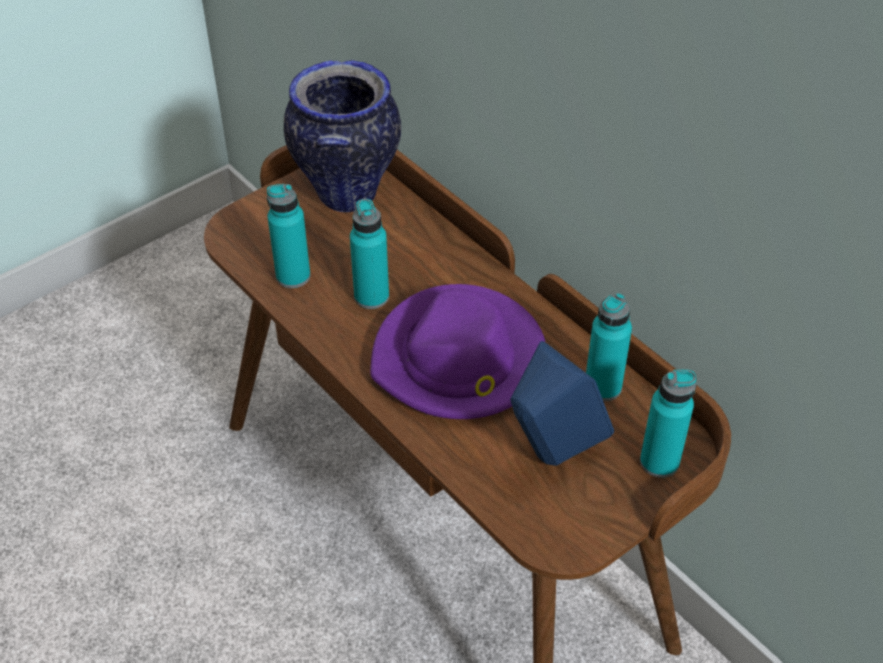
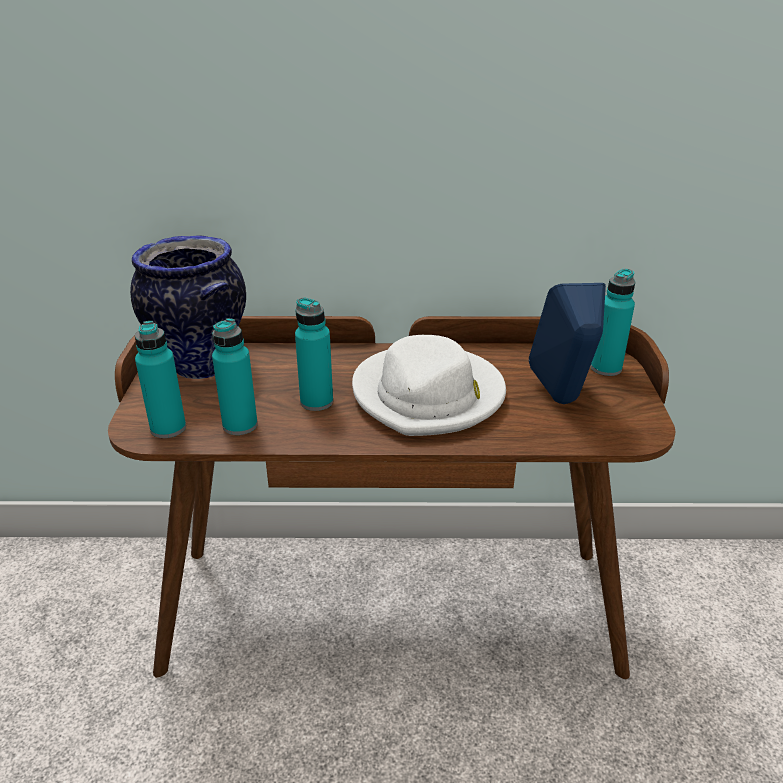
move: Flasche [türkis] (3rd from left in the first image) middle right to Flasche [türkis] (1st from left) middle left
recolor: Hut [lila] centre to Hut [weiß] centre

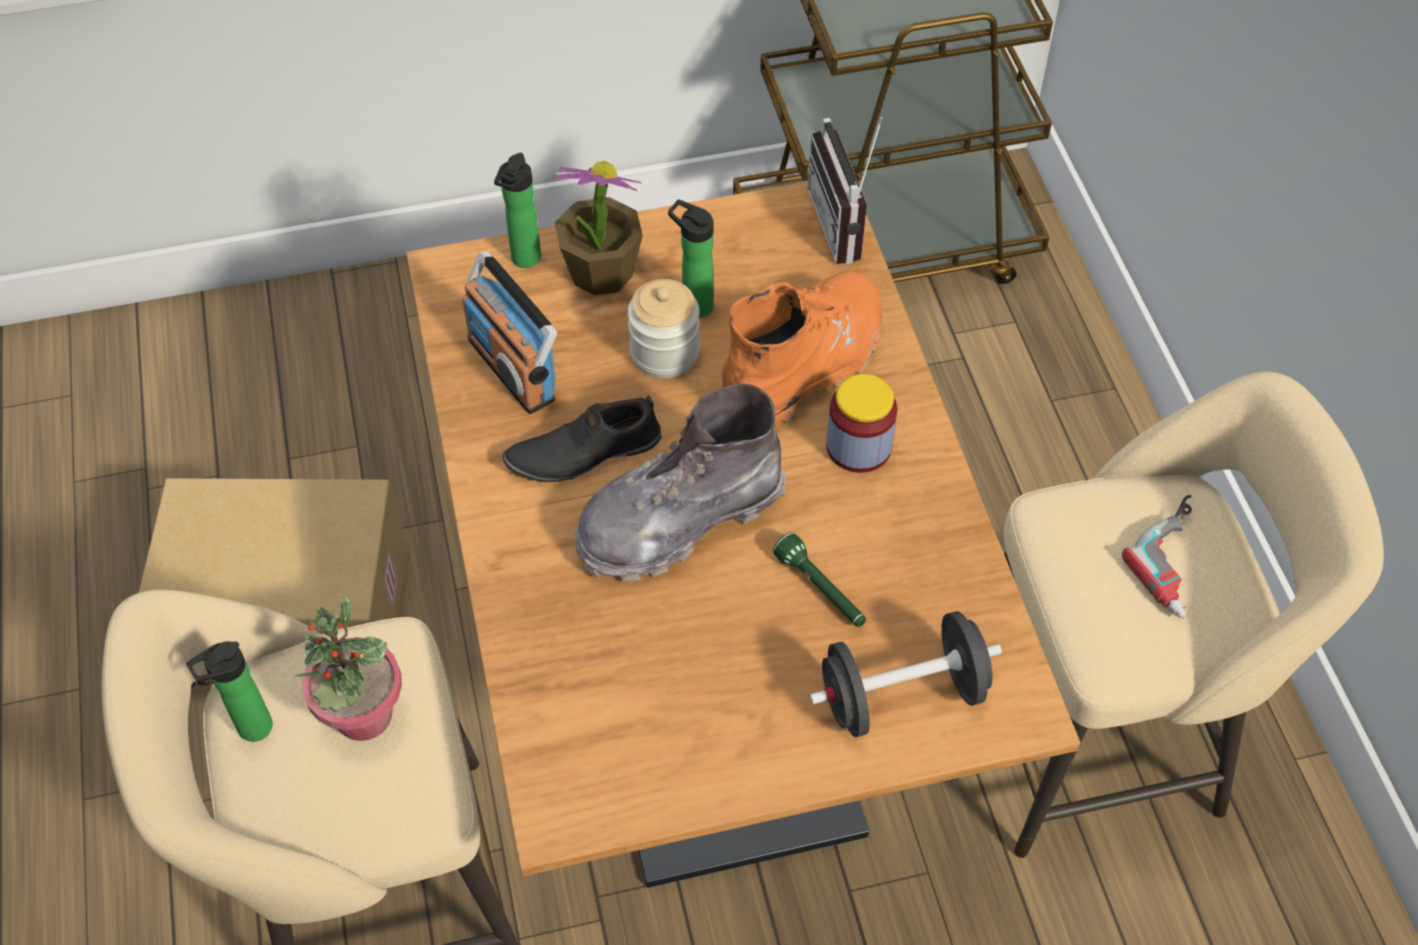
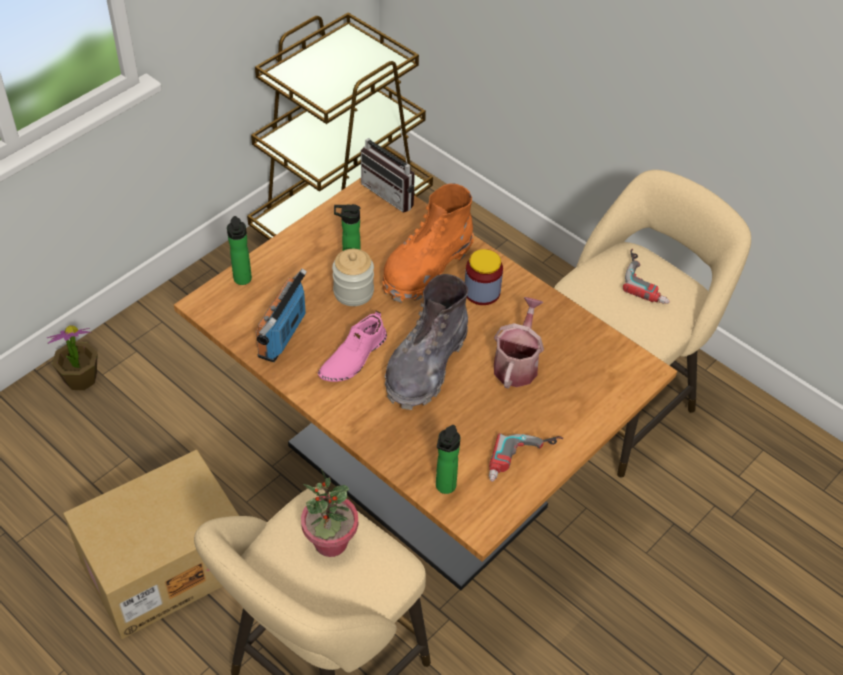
delete: Hantel [schwarz] bottom centre
insert: Bohrmaschine (1st from left) bottom centre
move: Topfpflanze (2nd from left in the first image) top centre to Topfpflanze (1st from left) middle left; Flasche (1st from left in the first image) bottom left to Flasche (3rd from left) bottom centre
replace: Taschenlampe [grün] centre to Gießkanne centre
recolor: Schuh [schwarz] centre to Schuh [rosa] centre
rotate: Radio (1st from left) centre = centre 90 degrees clockwise; Stiefel [orange] centre = centre 150 degrees counterclockwise

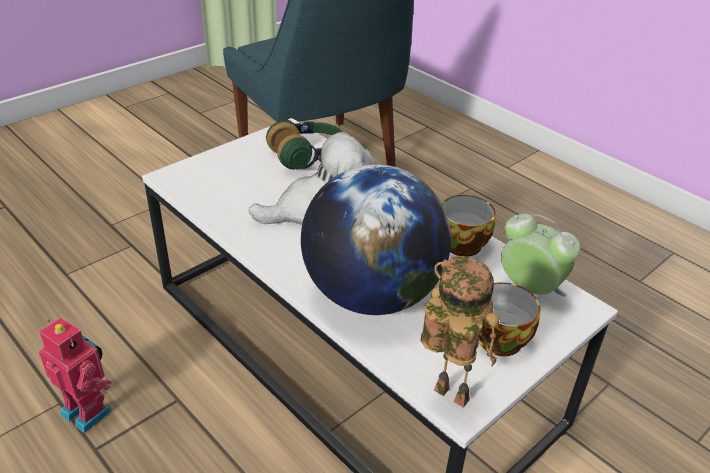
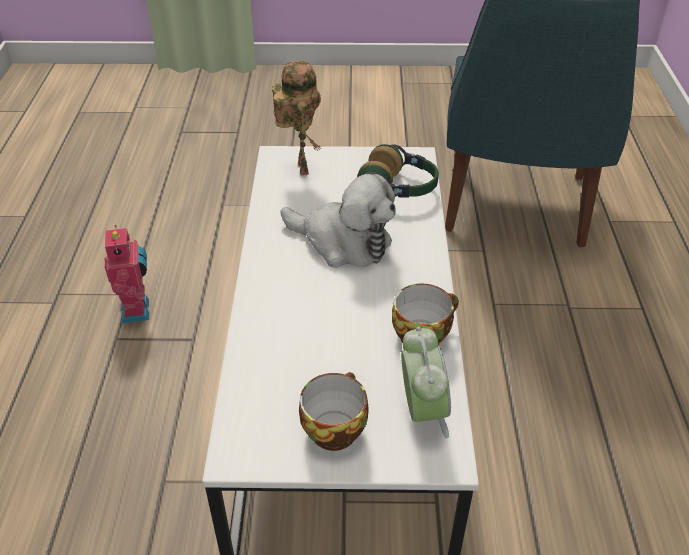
delete: Globus centre
move: Spielzeugroboter (2nd from left) bottom centre to top centre

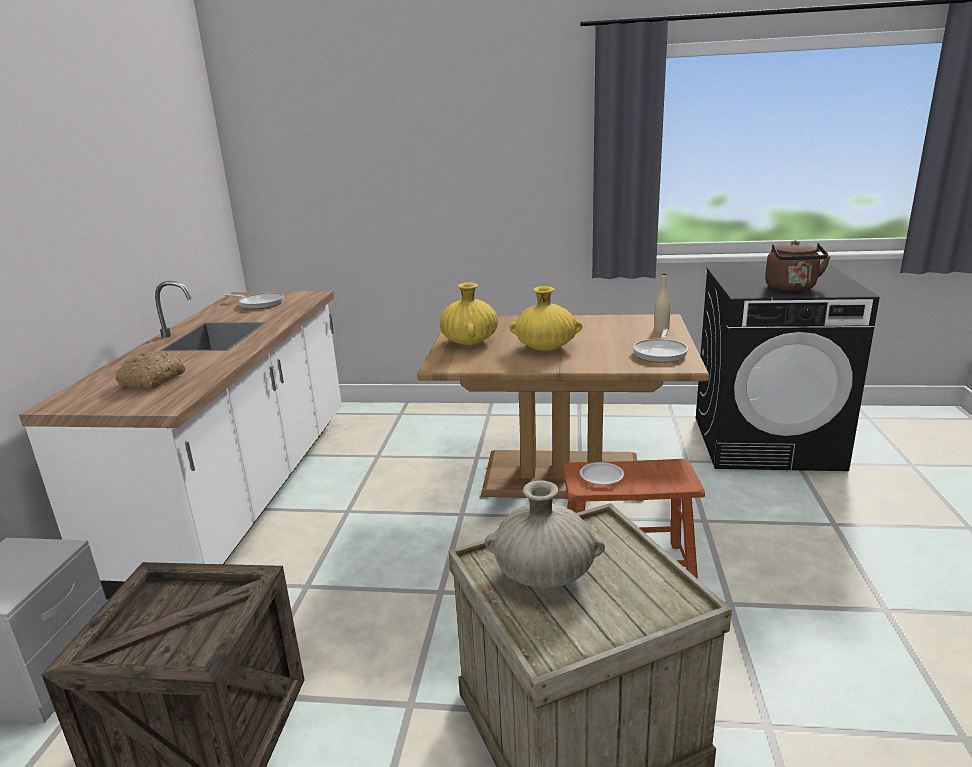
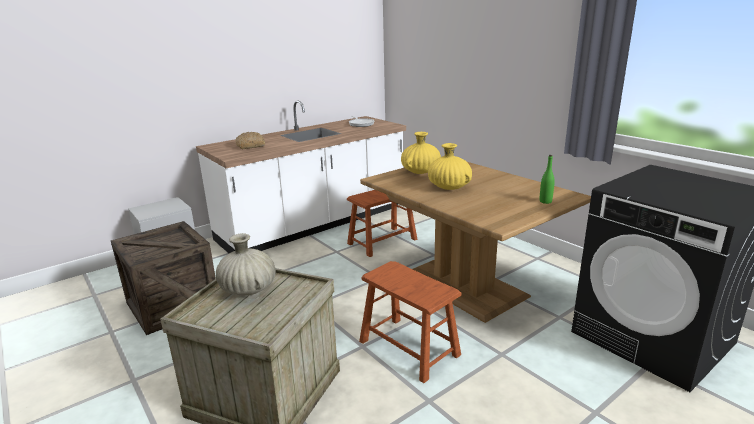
delete: Teller [weiß] centre; Pfanne (2nd from left) middle right; Wasserkessel [braun] middle right
insert: Hocker [braun] (1st from left) centre
recolor: Flasche [beige] middle right to Flasche [grün] middle right

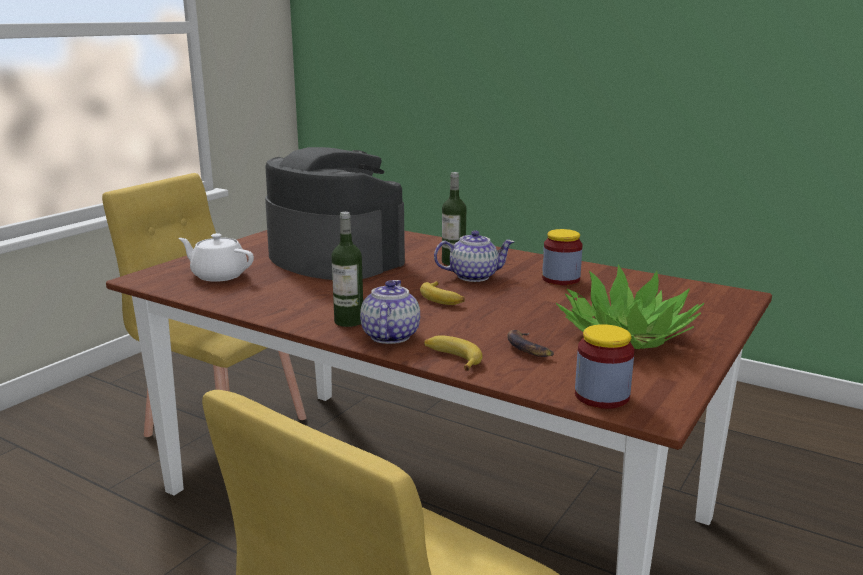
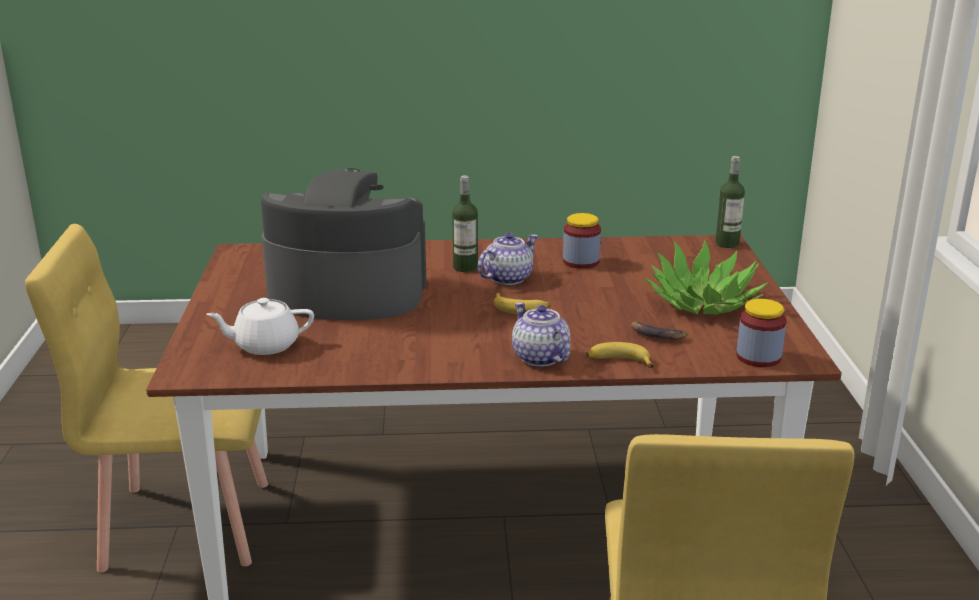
move: Flasche (1st from left in the first image) centre to Flasche (2nd from left) middle right

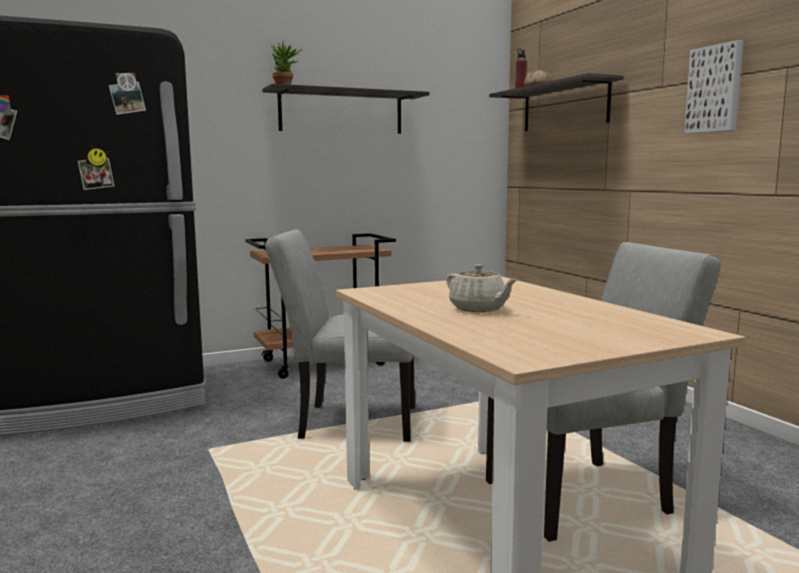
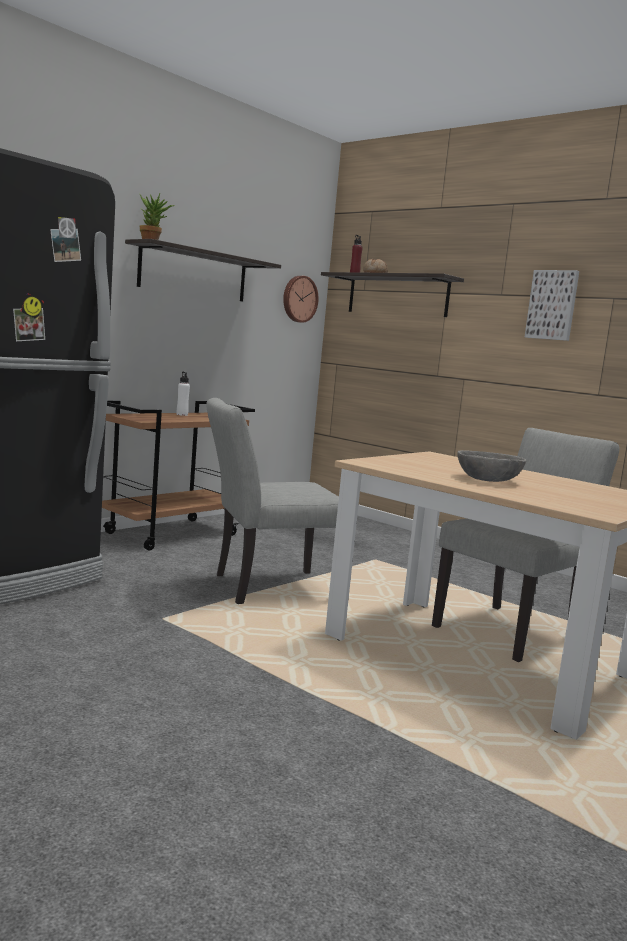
insert: Flasche [weiß] middle left; Wanduhr top centre
replace: Teekanne [beige] centre to Schüssel [grau] middle right

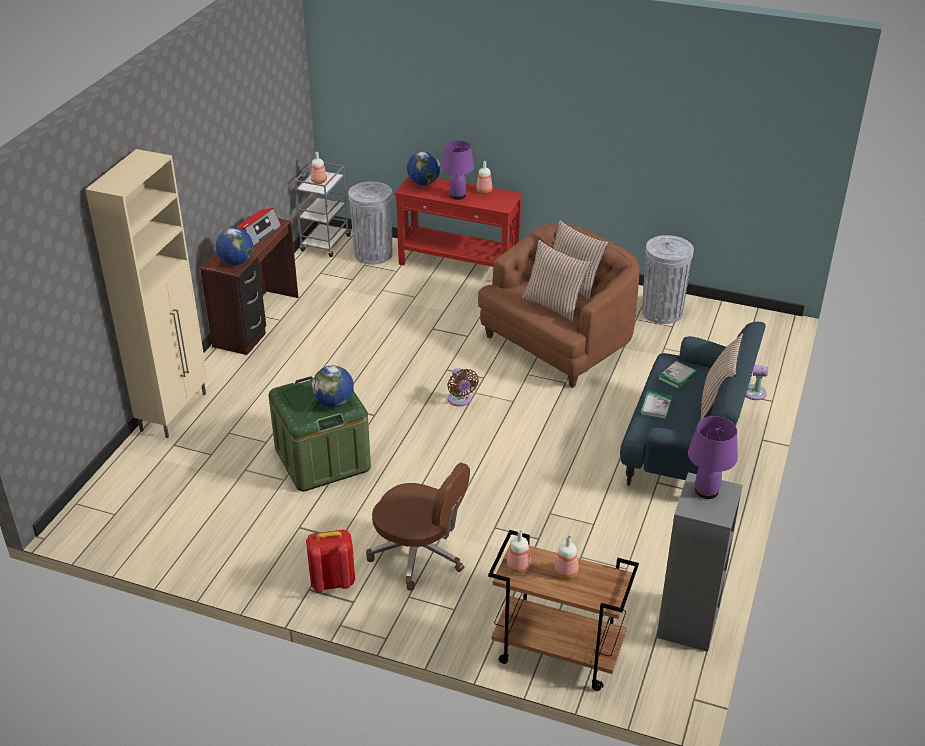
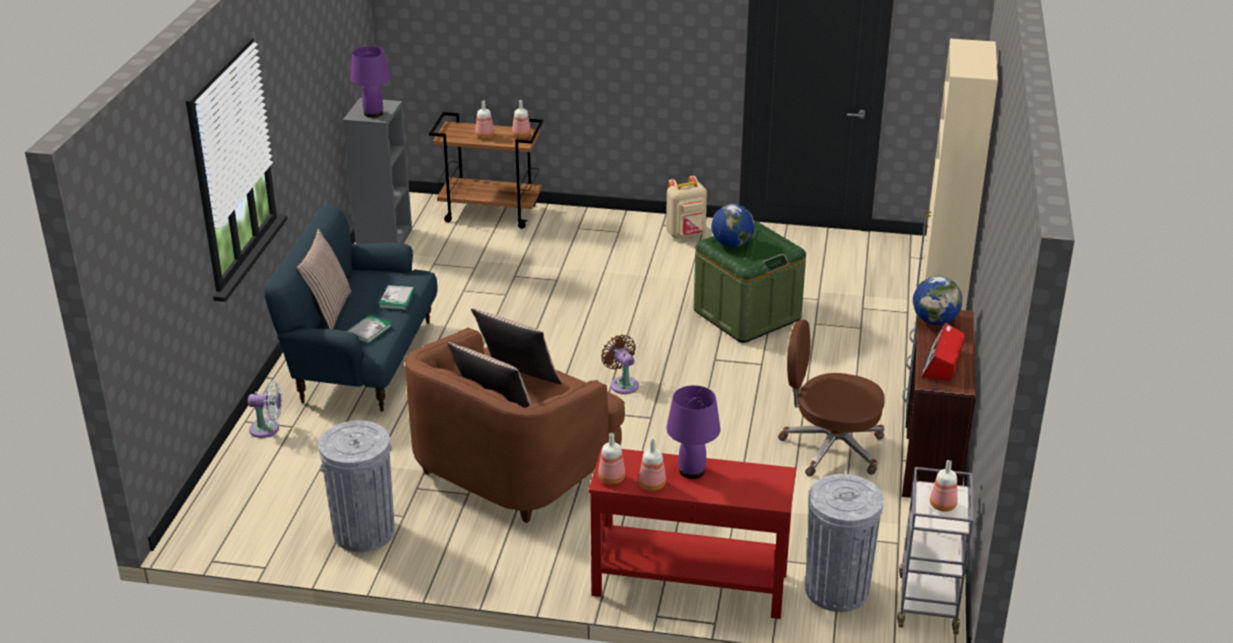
delete: Globus (3rd from left) top centre
insert: Flasche (3rd from left) bottom centre
move: Bürostuhl [braun] bottom centre to middle right
recolor: Rucksack [rot] bottom centre to Rucksack [beige] top centre

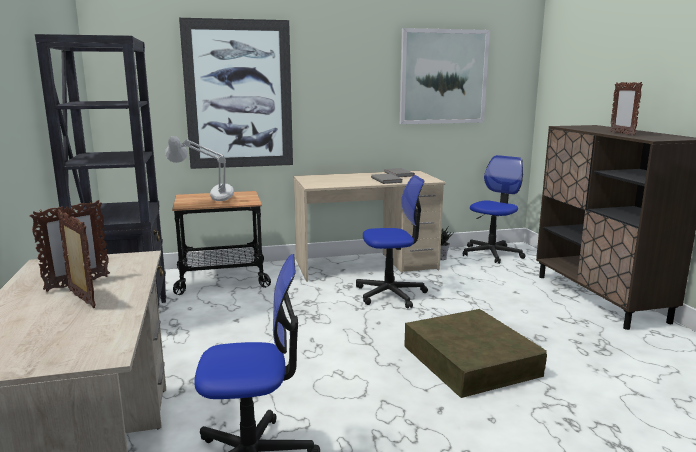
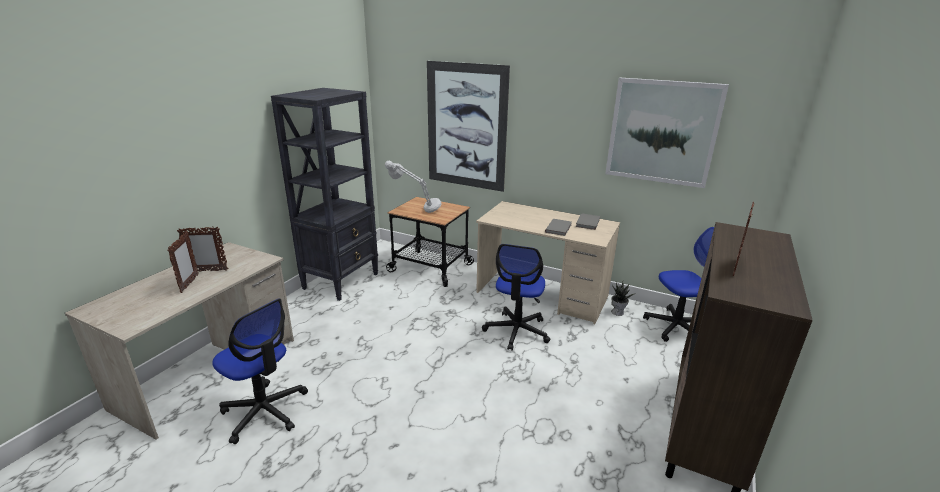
delete: Aufbewahrungsbox [braun] bottom right
rotate: Bürostuhl (2nd from left) centre = centre 75 degrees clockwise

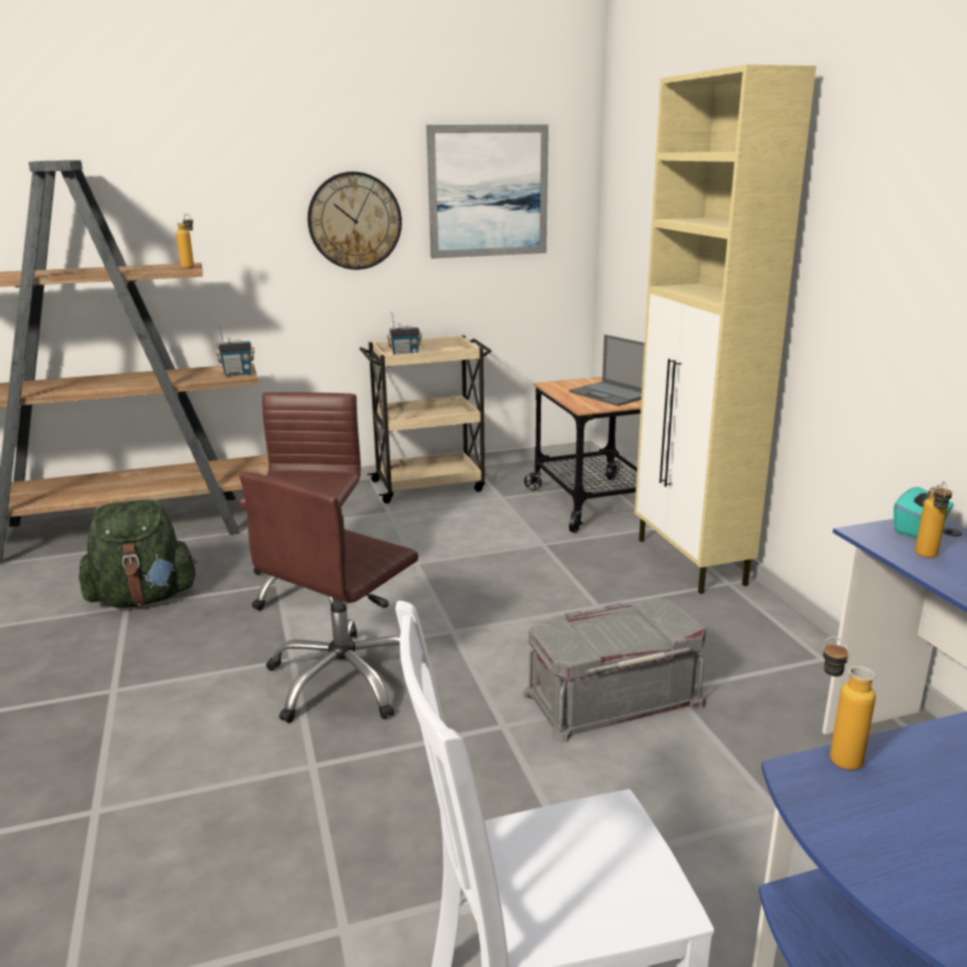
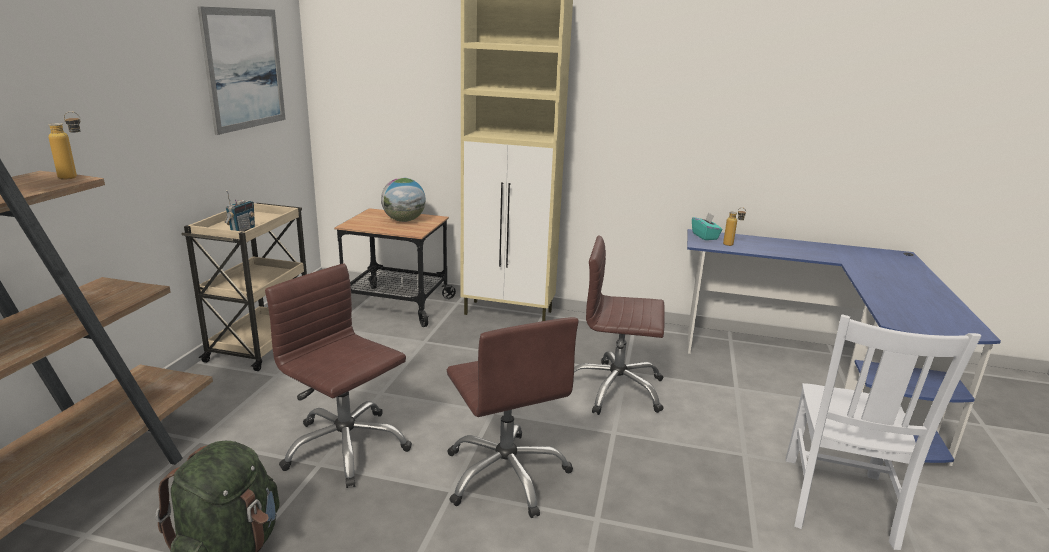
delete: Radio (1st from left) middle left; Wanduhr top centre; Flasche (2nd from left) bottom right
replace: Laptop centre to Globus centre; Aufbewahrungsbox [grau] bottom centre to Bürostuhl [braun] (3rd from left) centre

